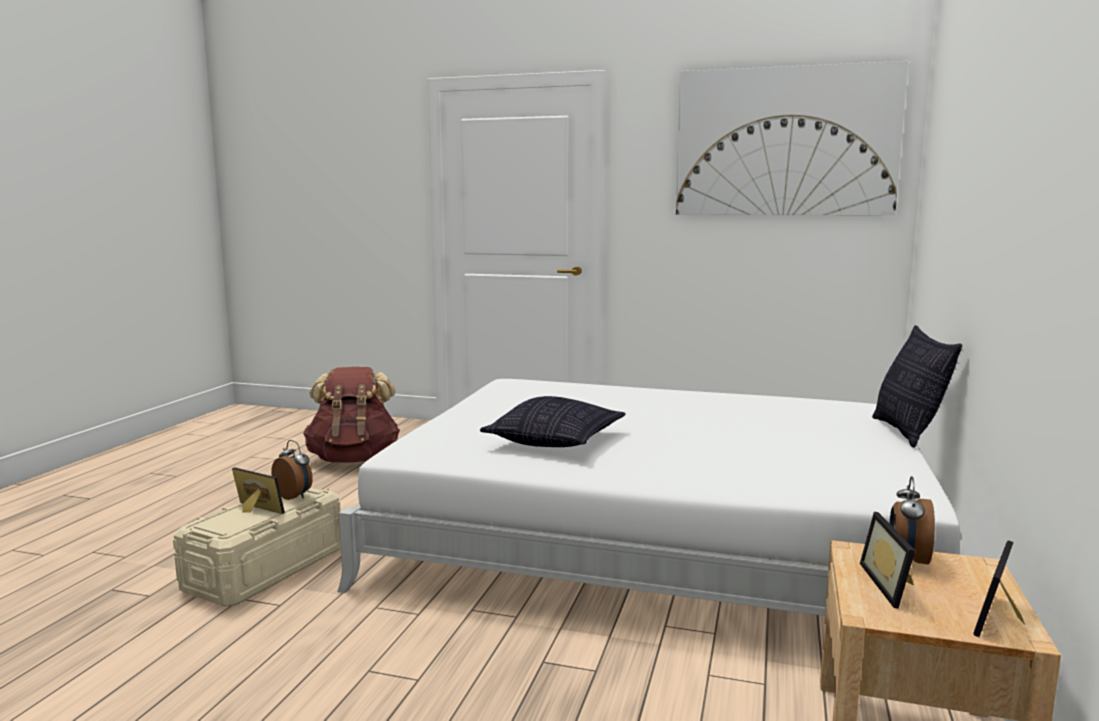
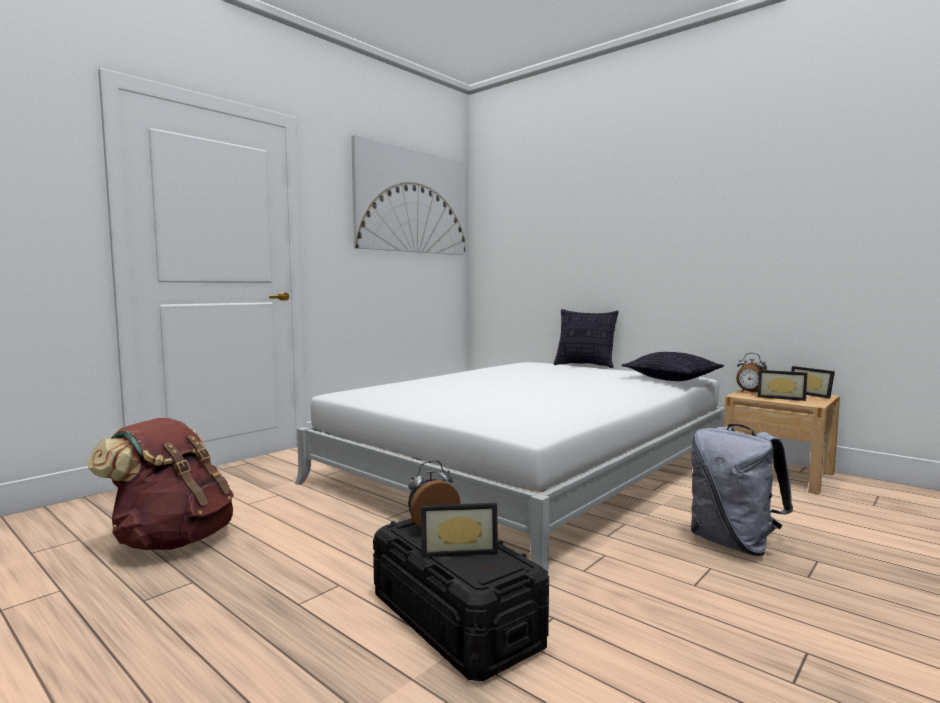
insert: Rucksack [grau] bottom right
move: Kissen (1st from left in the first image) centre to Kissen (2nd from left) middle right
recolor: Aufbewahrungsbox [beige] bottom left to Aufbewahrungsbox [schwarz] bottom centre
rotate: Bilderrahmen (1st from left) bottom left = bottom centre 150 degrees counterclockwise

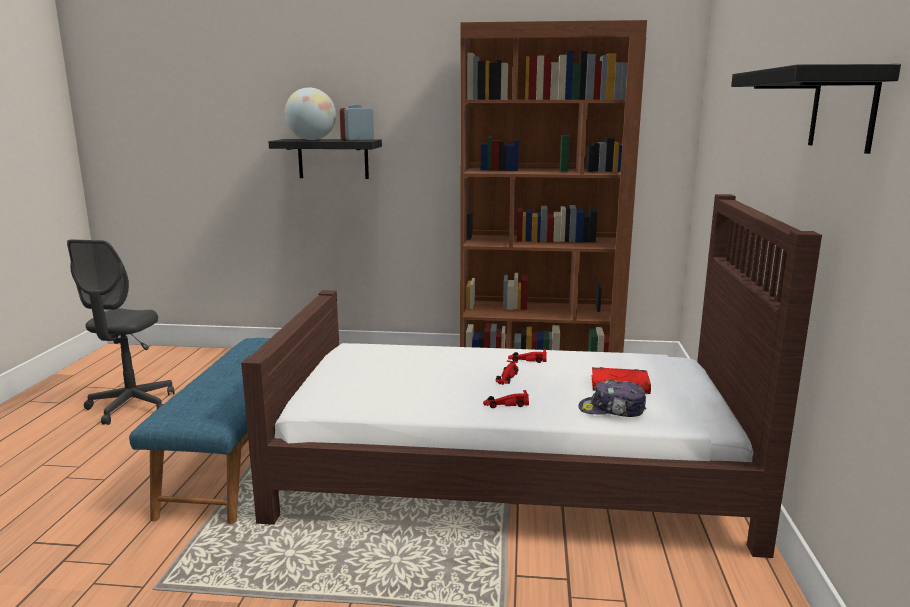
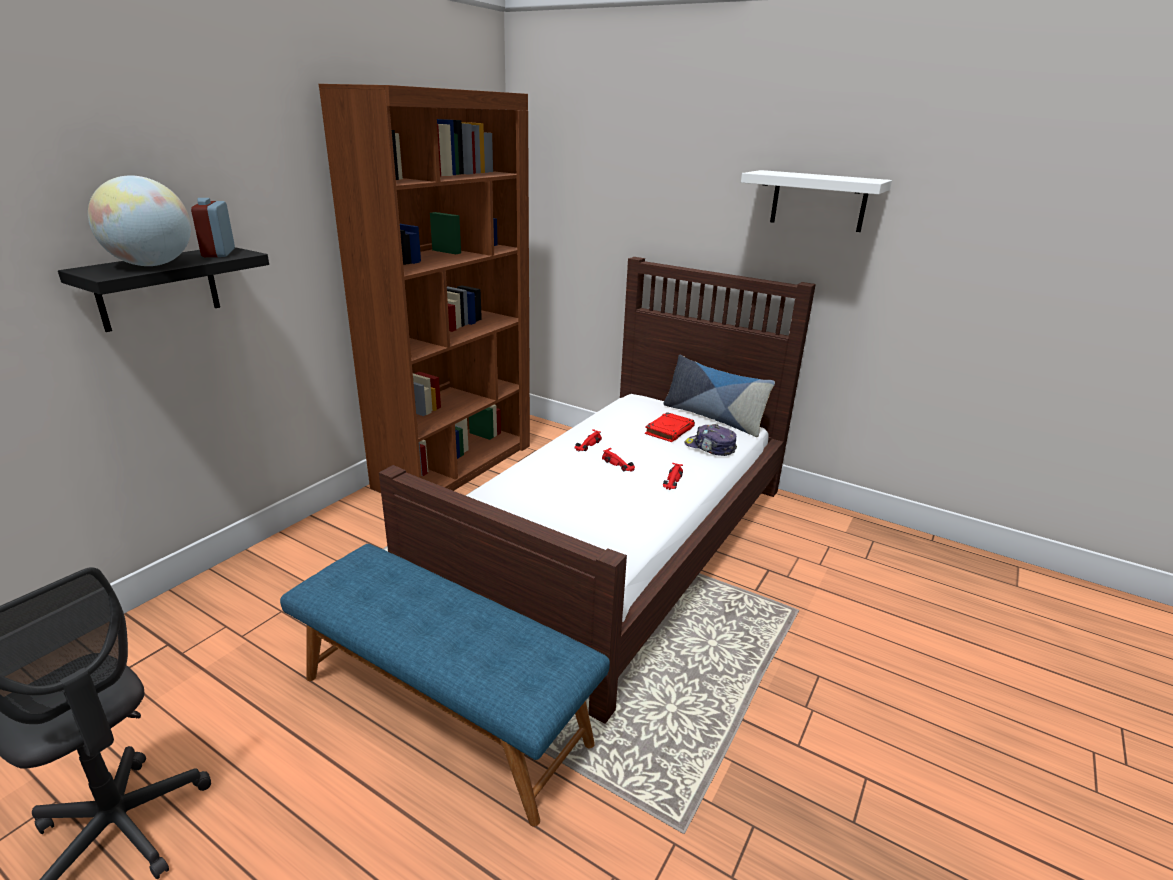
insert: Kissen centre
recolor: Wandregal [schwarz] (2nd from left) top right to Wandregal [weiß] top right
rotate: Kappe middle right = centre 90 degrees clockwise

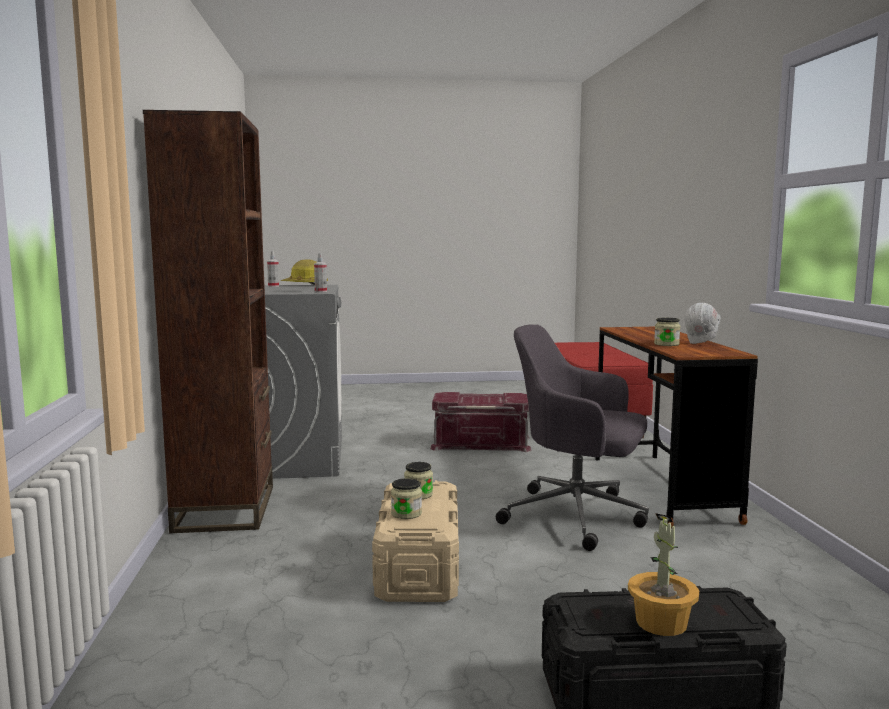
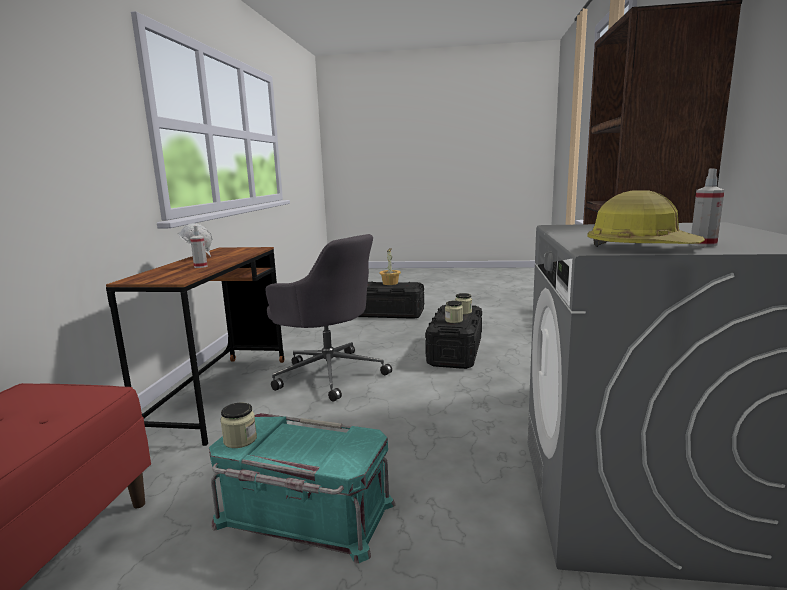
move: Sprühflasche (2nd from left in the first image) centre to Sprühflasche (1st from left) middle left; Vorratsglas (3rd from left in the first image) middle right to Vorratsglas (1st from left) bottom left
recolor: Aufbewahrungsbox [rot] centre to Aufbewahrungsbox [türkis] bottom centre; Aufbewahrungsbox [beige] bottom centre to Aufbewahrungsbox [schwarz] (2nd from left) centre

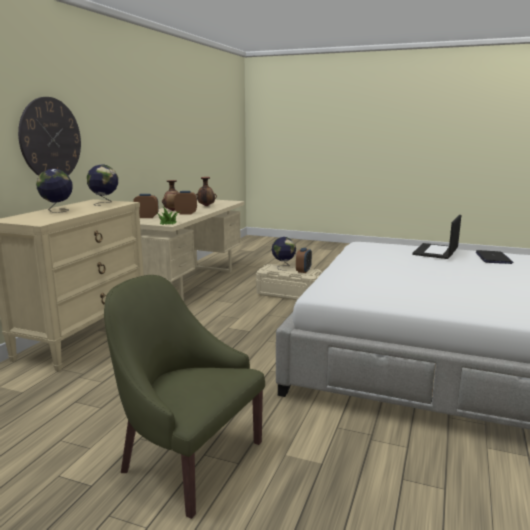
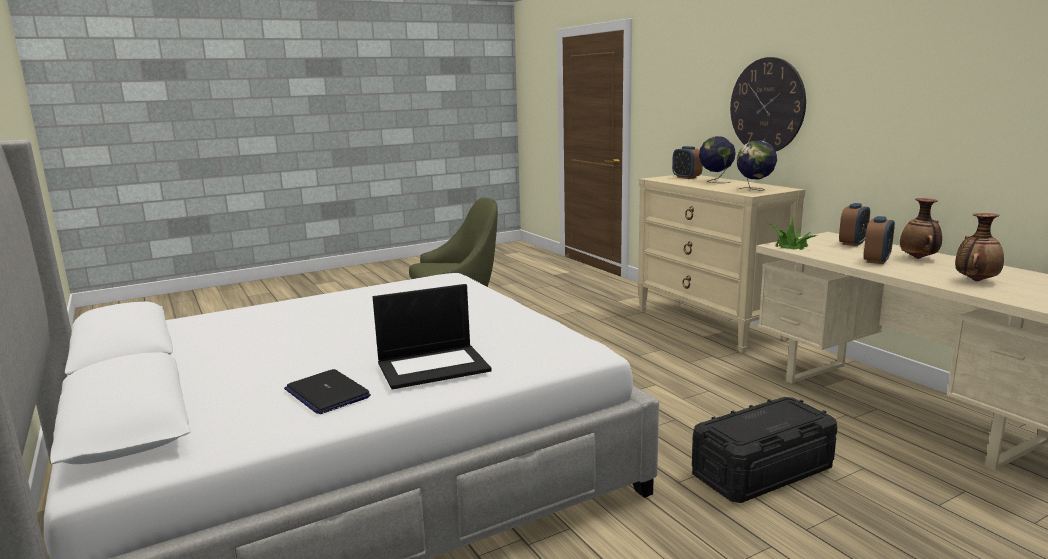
delete: Globus (3rd from left) centre
move: Wecker (3rd from left in the first image) centre to Wecker (1st from left) top centre
recolor: Aufbewahrungsbox [beige] centre to Aufbewahrungsbox [schwarz] bottom right
rotate: Laptop (1st from left in the first image) middle right = centre 90 degrees clockwise

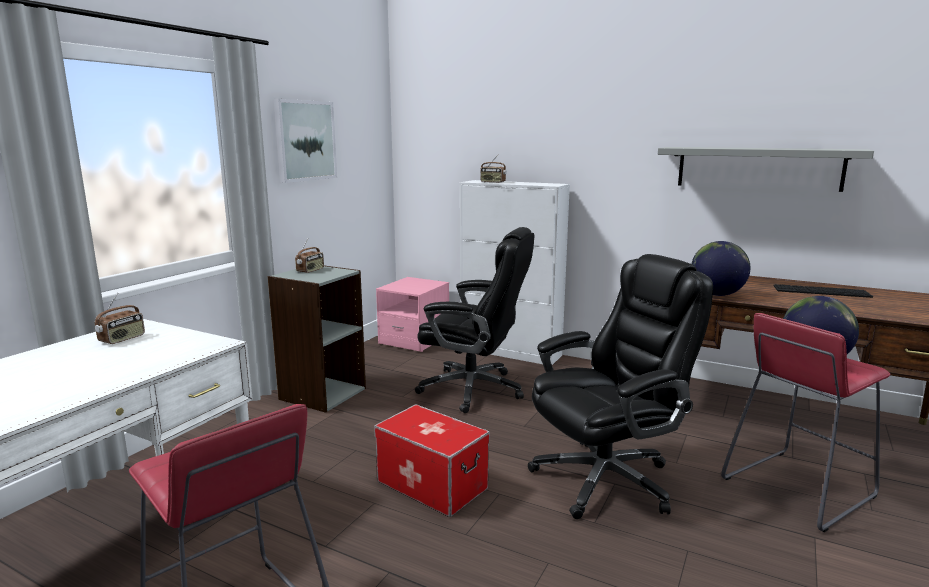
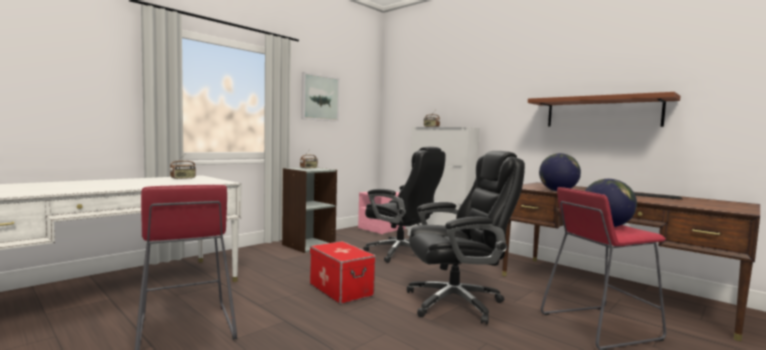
recolor: Wandregal [grau] top right to Wandregal [braun] top right

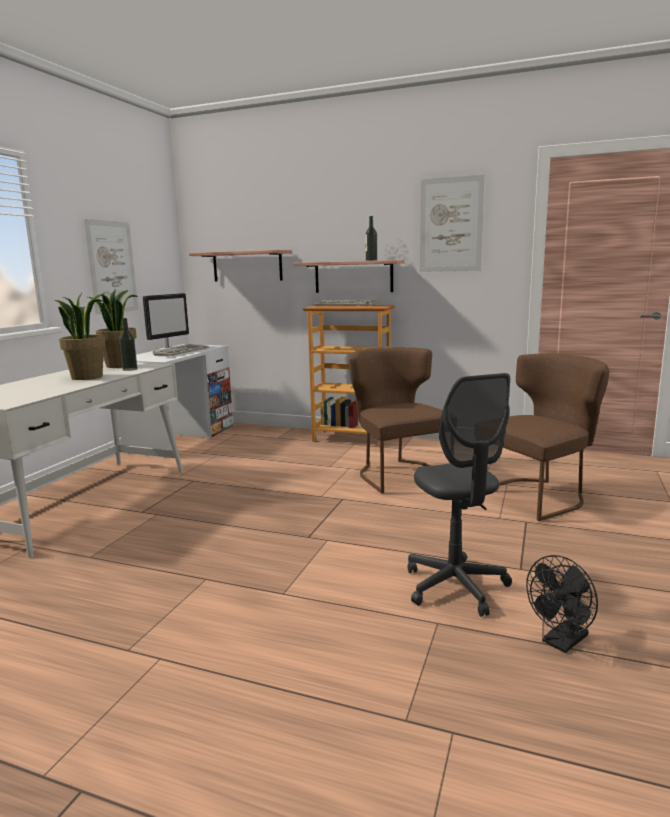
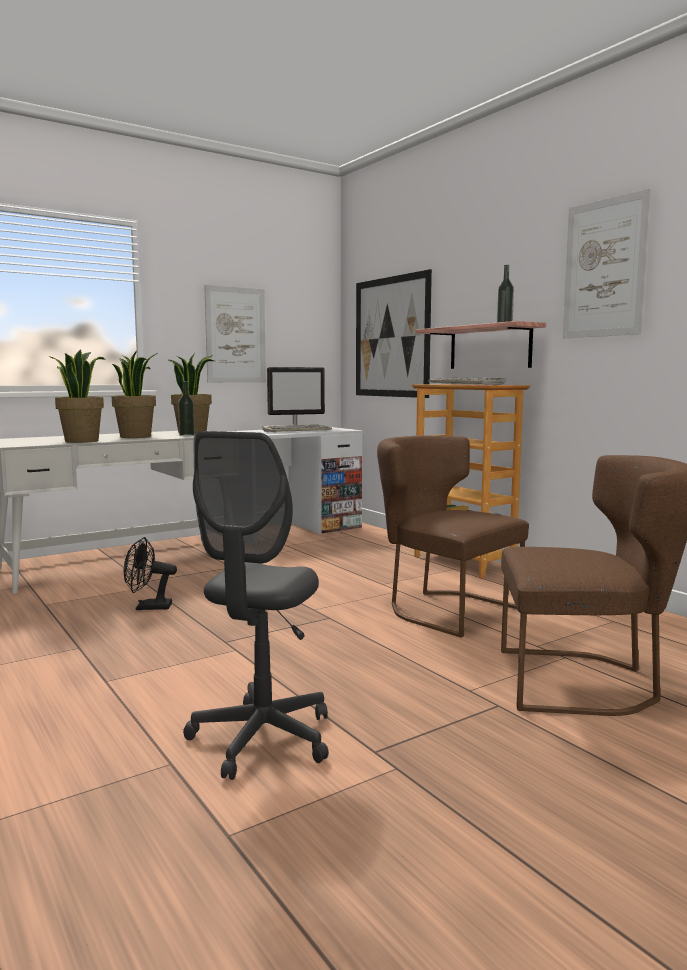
insert: Topfpflanze (1st from left) middle left
move: Ventilator [schwarz] bottom right to middle left
replace: Wandregal (1st from left) top centre to Bild (2nd from left) centre
rotate: Stuhl [braun] (1st from left) centre = centre 60 degrees counterclockwise

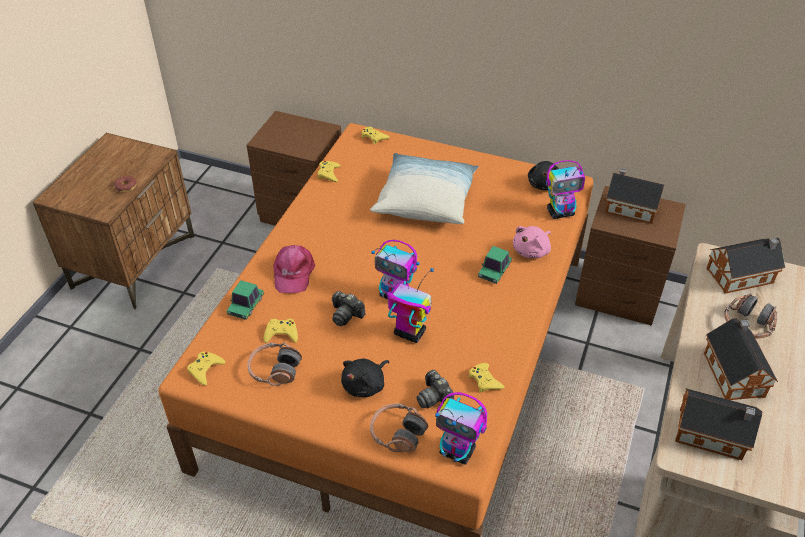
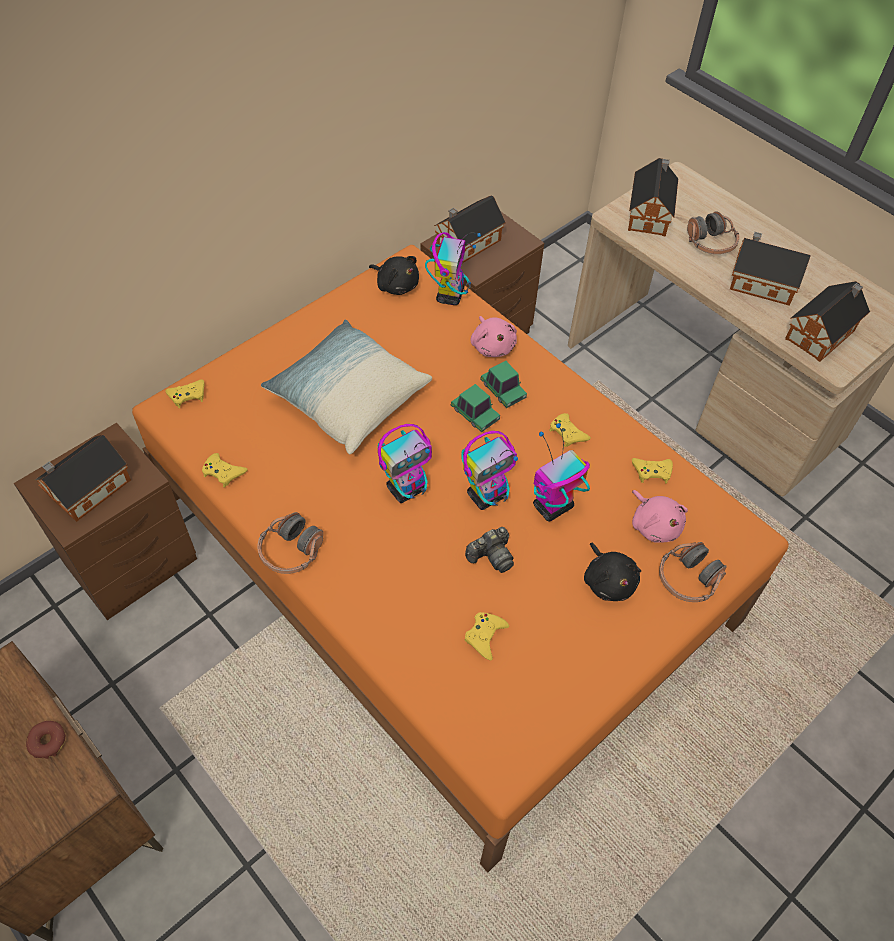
delete: Kappe [rosa] centre
insert: Spielzeughaus (1st from left) middle left
move: Kopfhörer (1st from left) bottom centre to middle left; Spielzeugroboter (3rd from left in the first image) bottom centre to Spielzeugroboter (1st from left) centre; Spielzeugauto (1st from left) middle left to centre; Gamepad [gelb] (1st from left in the first image) bottom left to Gamepad [gelb] (4th from left) centre
replace: Kamera (2nd from left) bottom centre to Plüschtier [rosa] (2nd from left) middle right

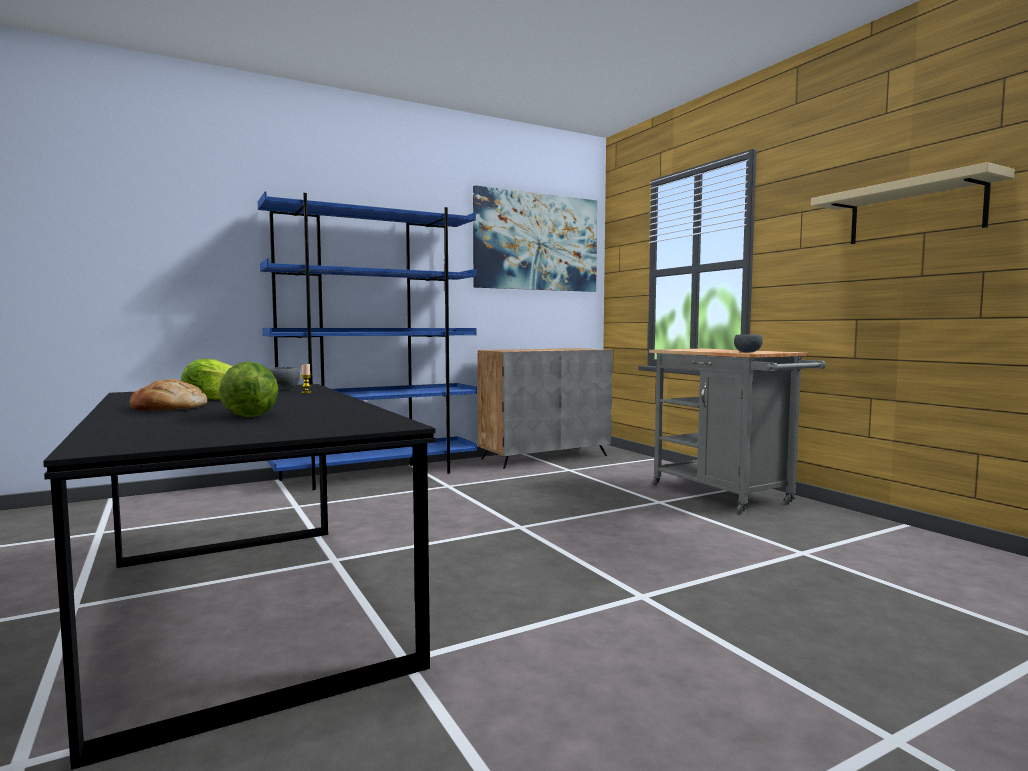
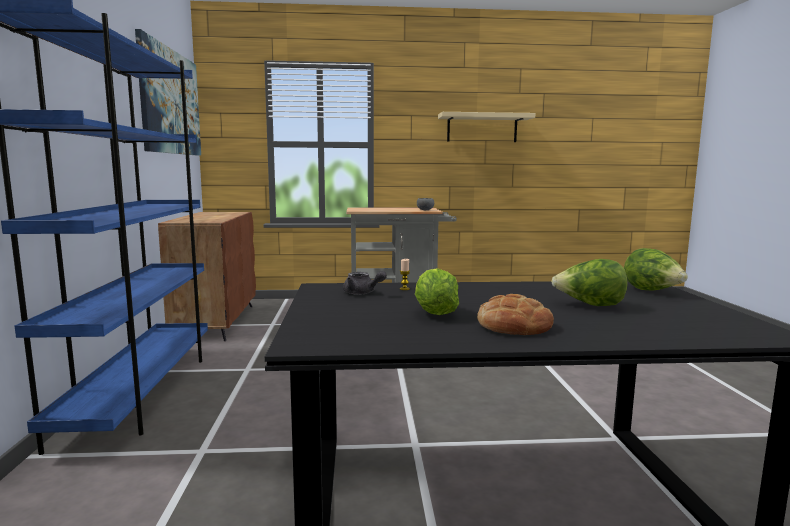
insert: Salatkopf (3rd from left) middle right
replace: Schüssel [grau] (1st from left) middle left to Teekanne [grau] centre
recolor: Schrank [grau] centre to Schrank [braun] middle left

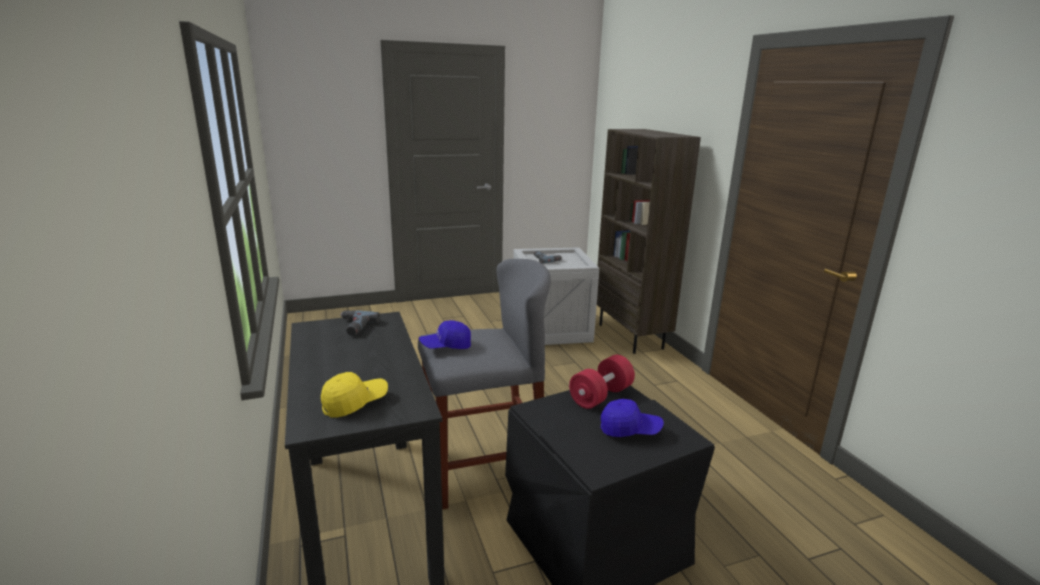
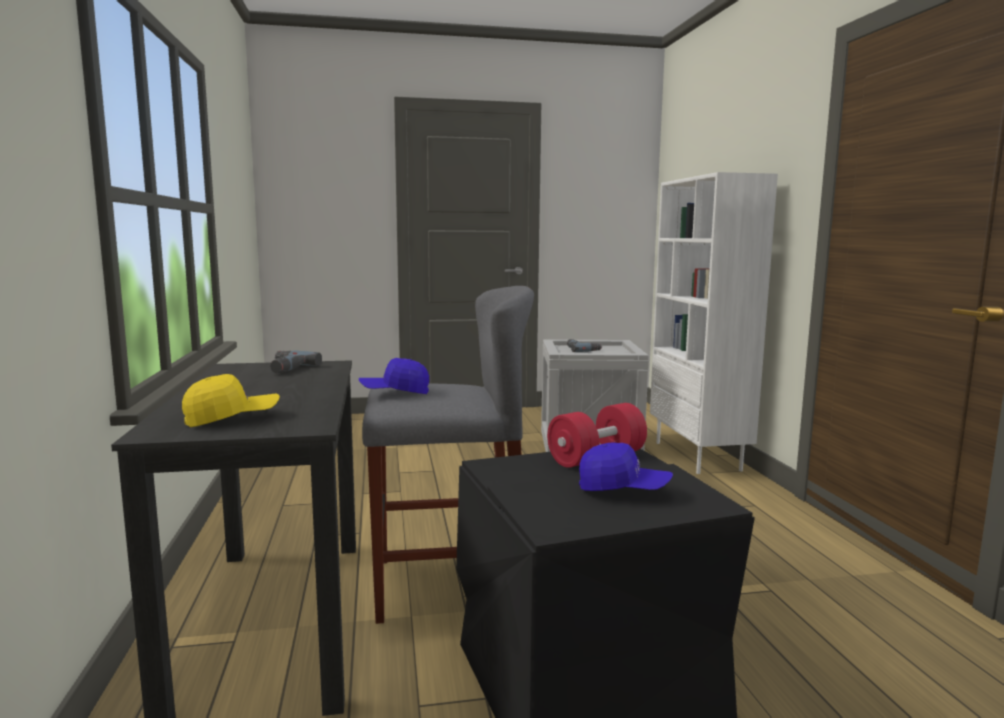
recolor: Bücherregal [braun] centre to Bücherregal [weiß] middle right

